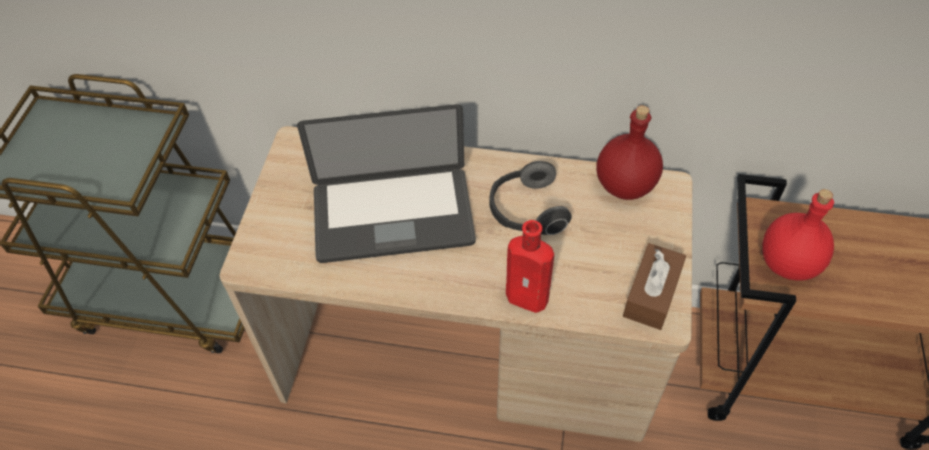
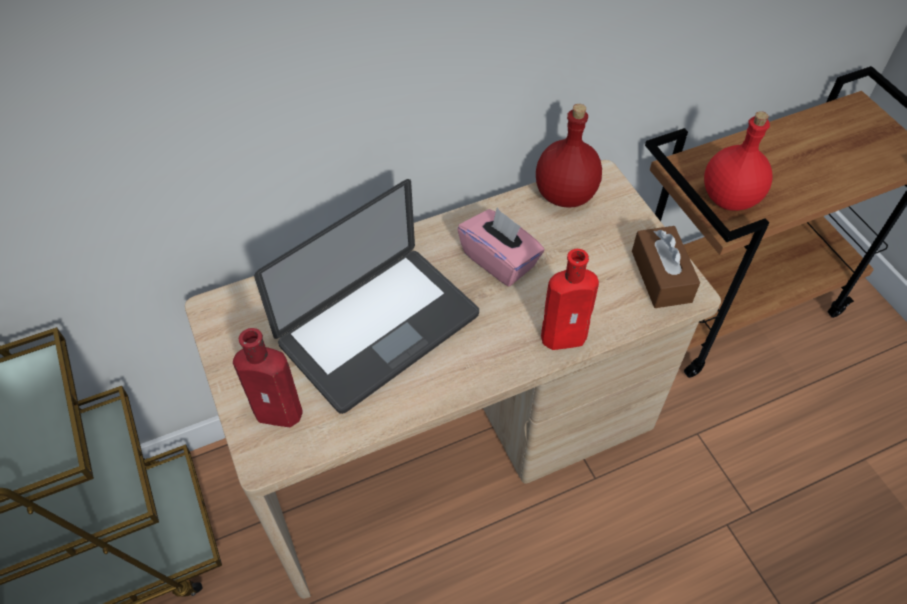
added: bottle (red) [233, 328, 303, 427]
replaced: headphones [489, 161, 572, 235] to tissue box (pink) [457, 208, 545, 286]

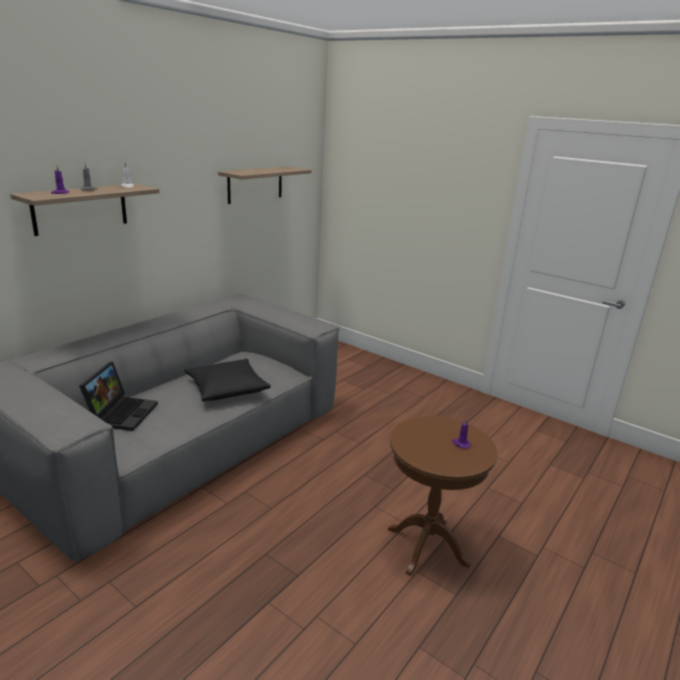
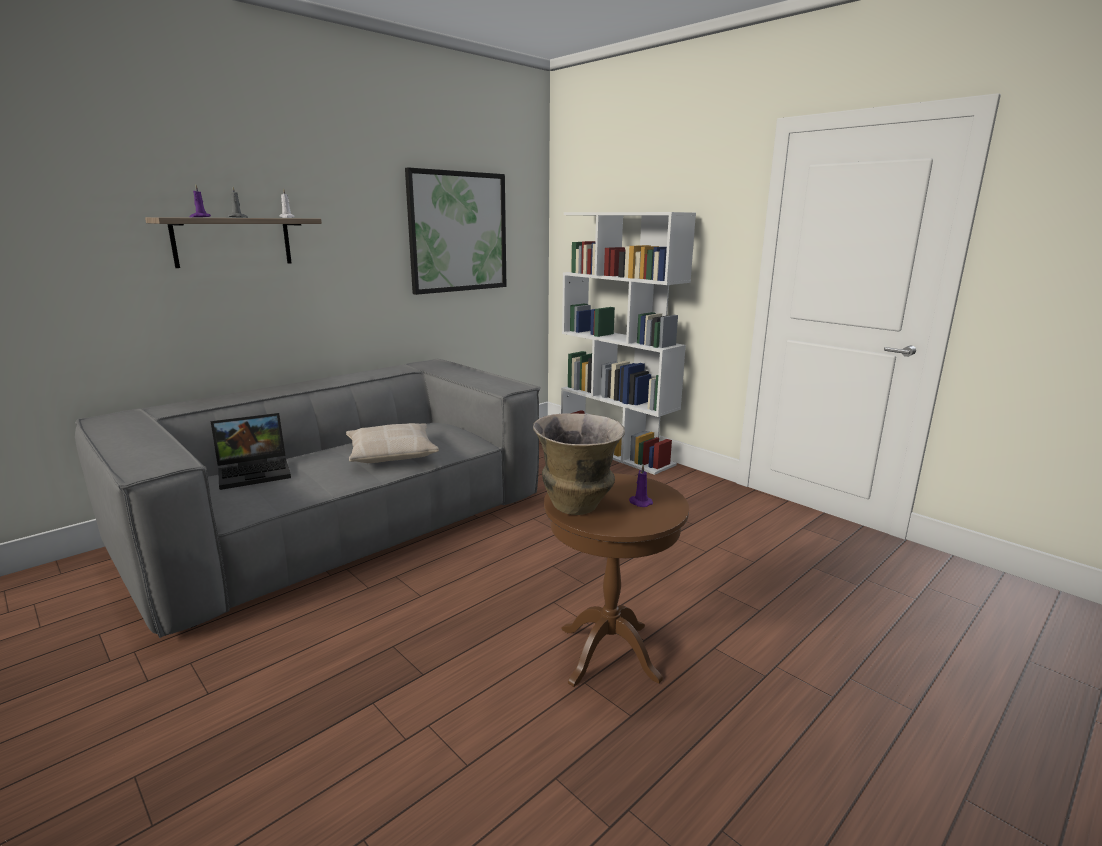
added: vase [533, 413, 625, 515]; bookcase (white) [561, 212, 696, 475]
replaced: shelf [218, 166, 311, 204] to picture [405, 167, 506, 295]
recoloured: pillow (black) [184, 359, 271, 401] to pillow (beige) [346, 423, 439, 463]
turned: laptop [79, 362, 158, 431] = [211, 413, 291, 490] 45 degrees clockwise

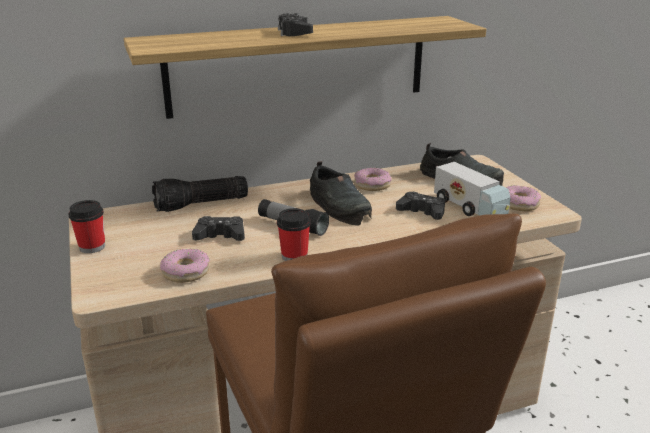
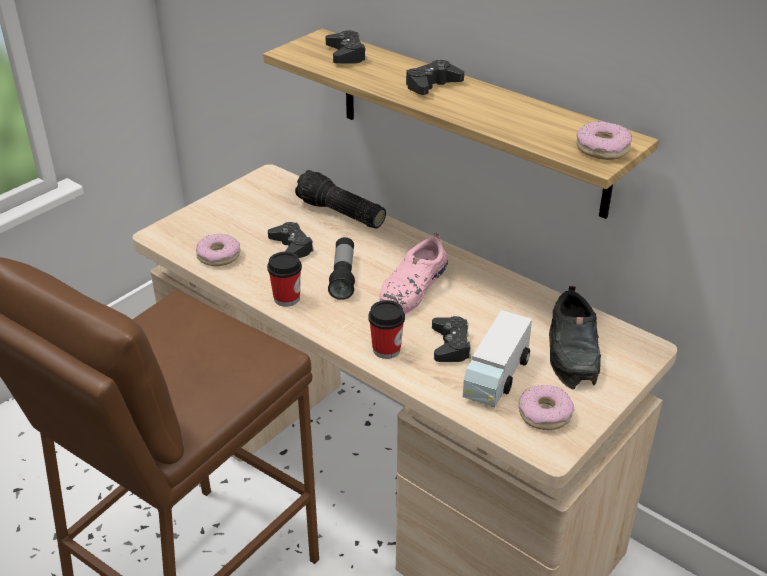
added: game controller (black) [325, 30, 367, 64]
moved: cup [69, 200, 105, 253] to [368, 300, 405, 359]; donut [354, 168, 392, 191] to [576, 121, 632, 160]
recoloured: shoe (black) [310, 161, 372, 226] to shoe (pink) [378, 233, 448, 316]

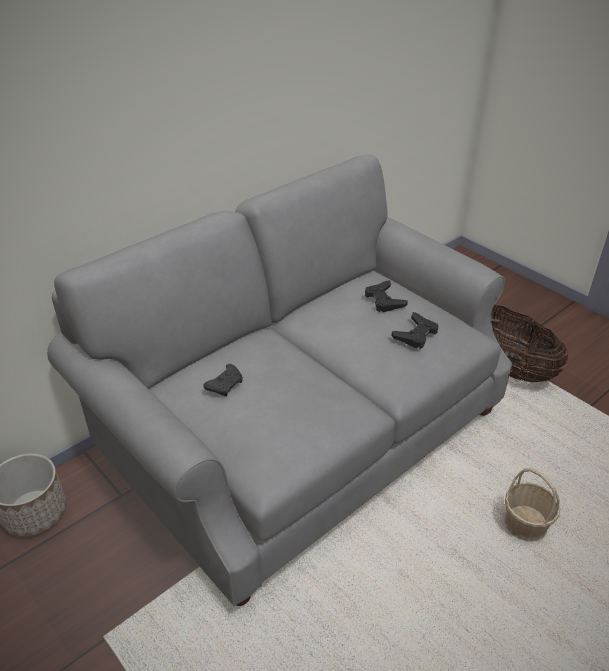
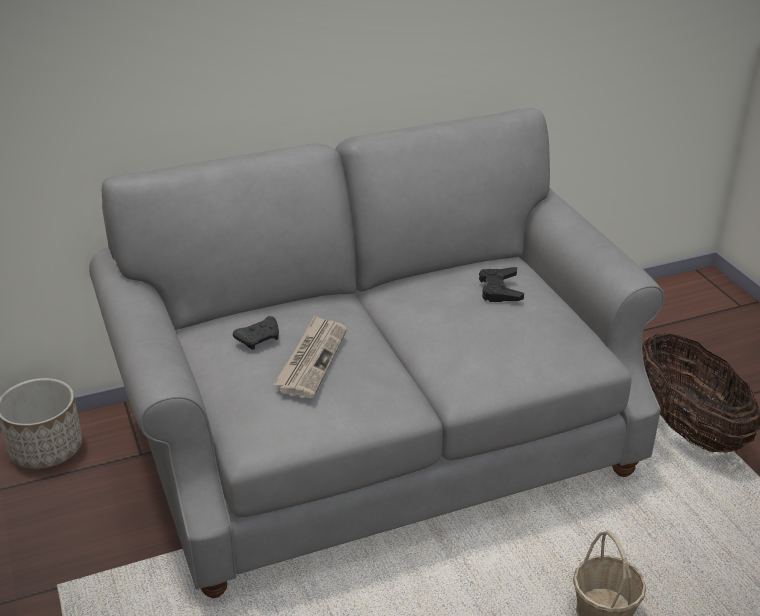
removed: game controller (black) [392, 312, 438, 348]
added: newspaper [274, 315, 347, 398]

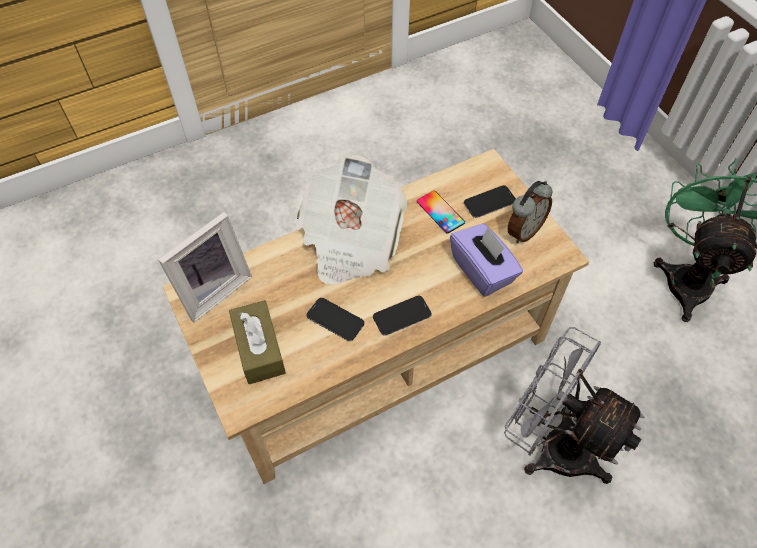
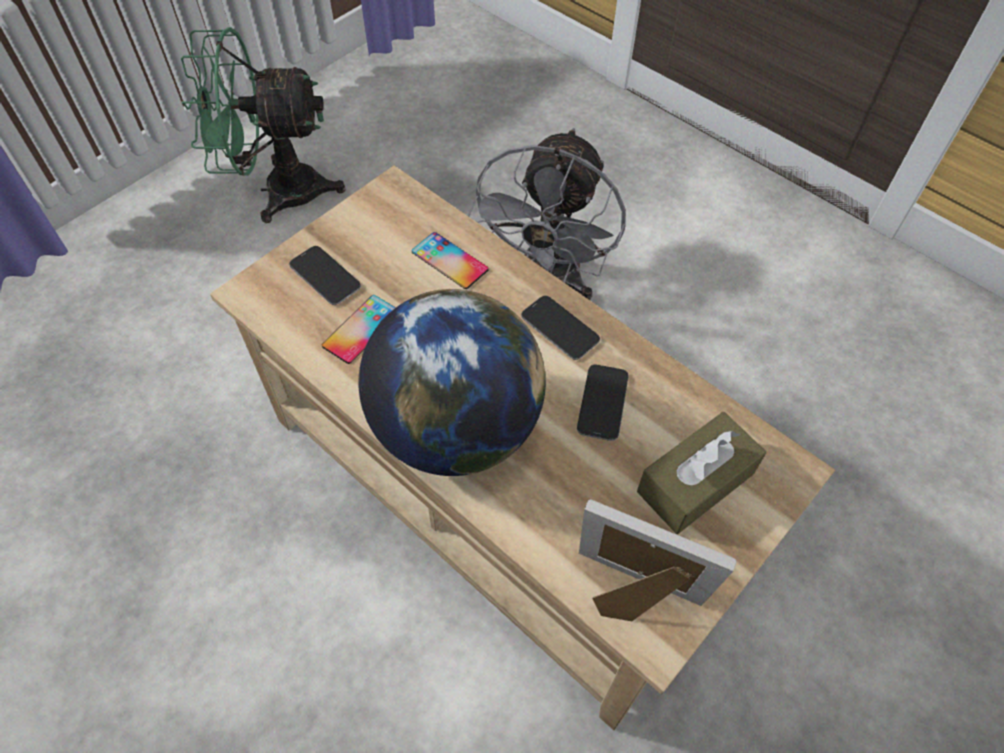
removed: alarm clock [508, 181, 553, 243]
replaced: newspaper [297, 155, 407, 285] to globe [359, 289, 546, 476]; tissue box (purple) [450, 224, 523, 296] to phone [412, 232, 489, 289]

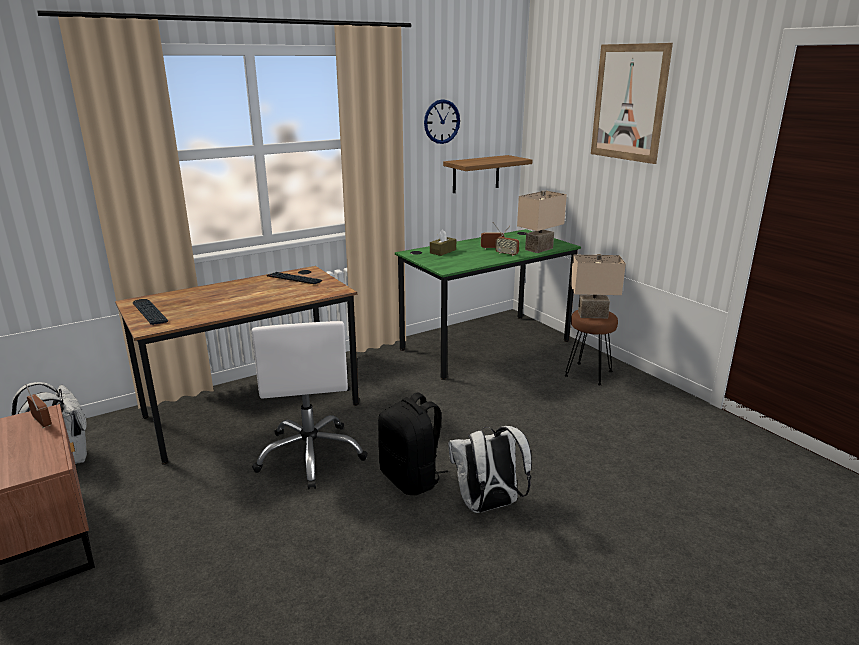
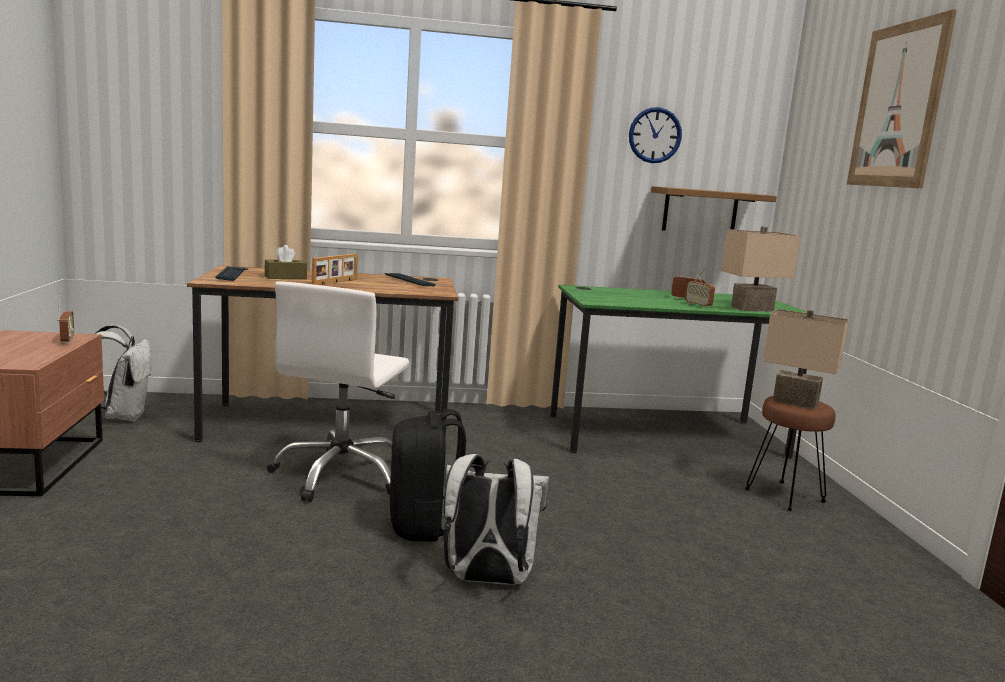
added: picture frame [312, 254, 358, 285]
moved: tissue box (brown) [430, 229, 456, 256] to [265, 245, 307, 279]

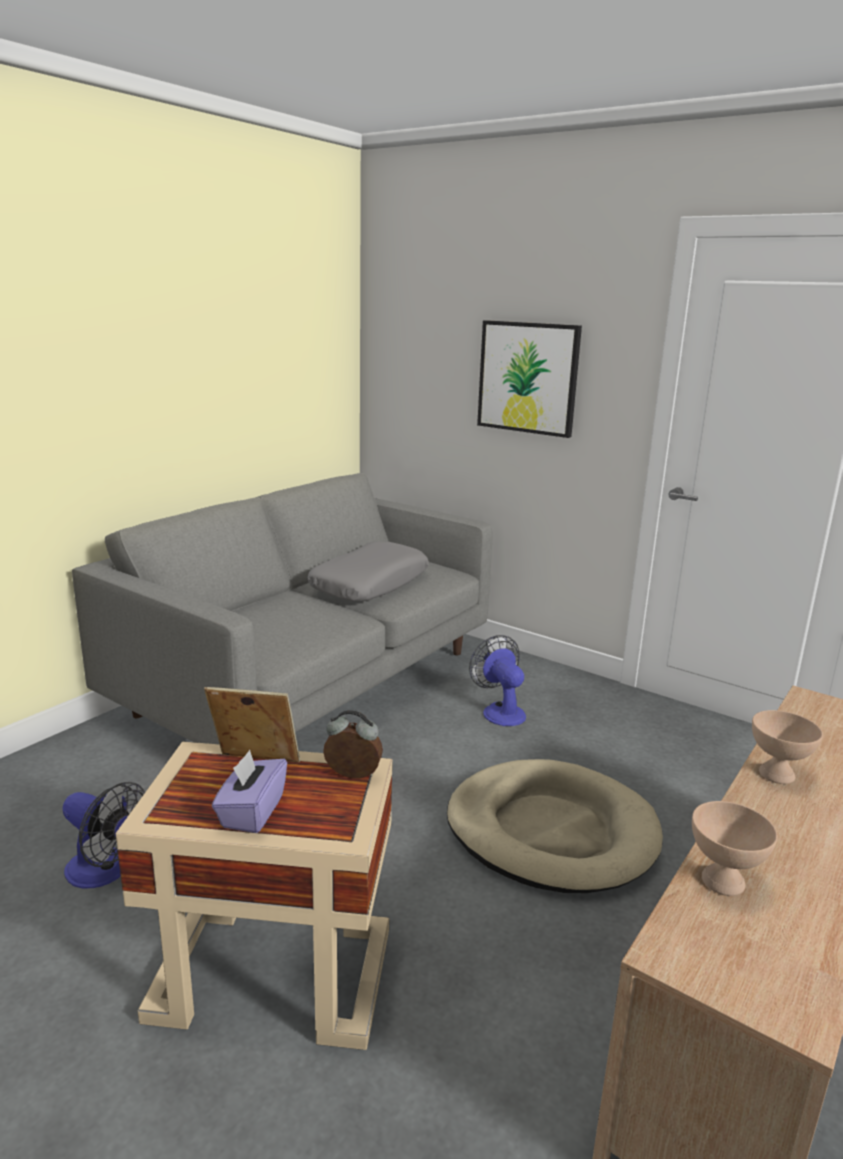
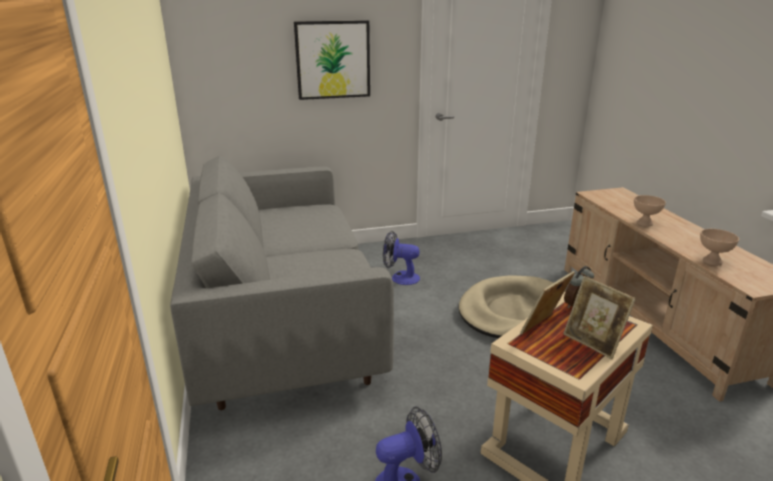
removed: pillow (grey) [308, 541, 429, 601]
replaced: tissue box (purple) [212, 750, 287, 833] to picture frame [563, 276, 636, 359]

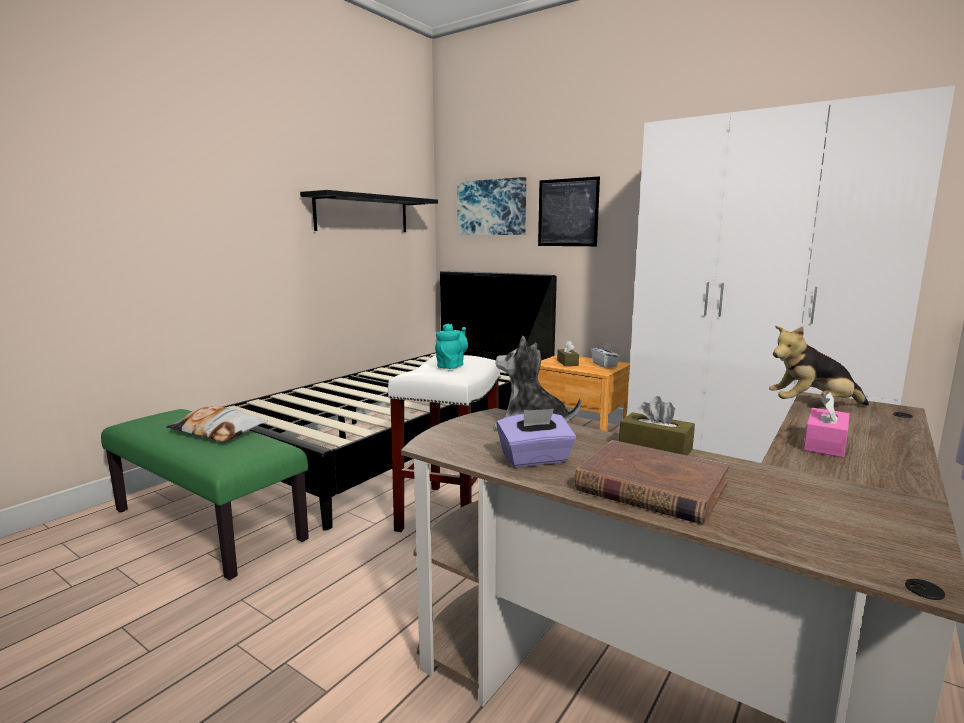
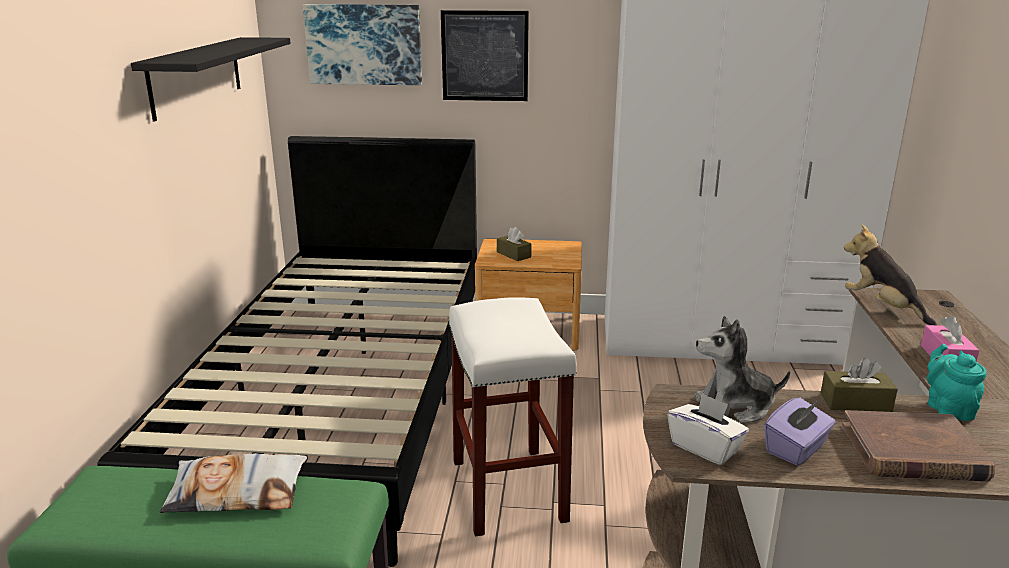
moved: teapot (turquoise) [435, 323, 468, 369] to [927, 344, 987, 421]; tissue box (white) [591, 342, 620, 368] to [668, 393, 749, 465]
turned: plush toy [769, 326, 869, 406] = [844, 225, 937, 325] 90 degrees clockwise

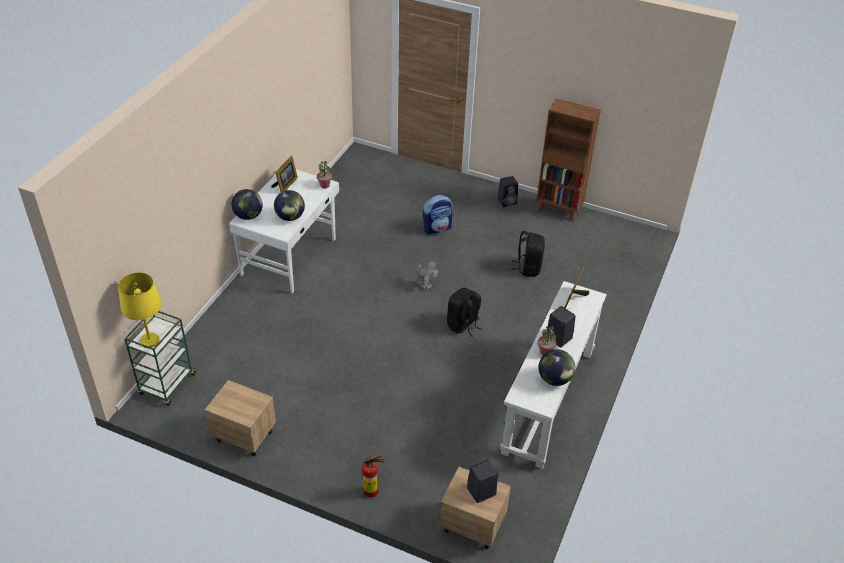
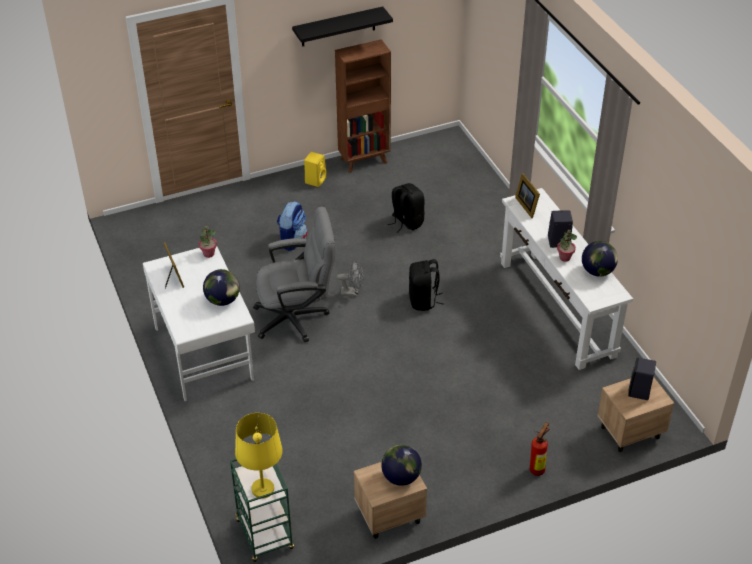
added: office chair (grey) [253, 207, 335, 342]; shelf (black) [292, 7, 393, 47]
moved: globe [231, 189, 263, 220] to [381, 445, 422, 486]
recoloured: speaker (black) [498, 176, 518, 207] to speaker (yellow) [304, 152, 326, 187]

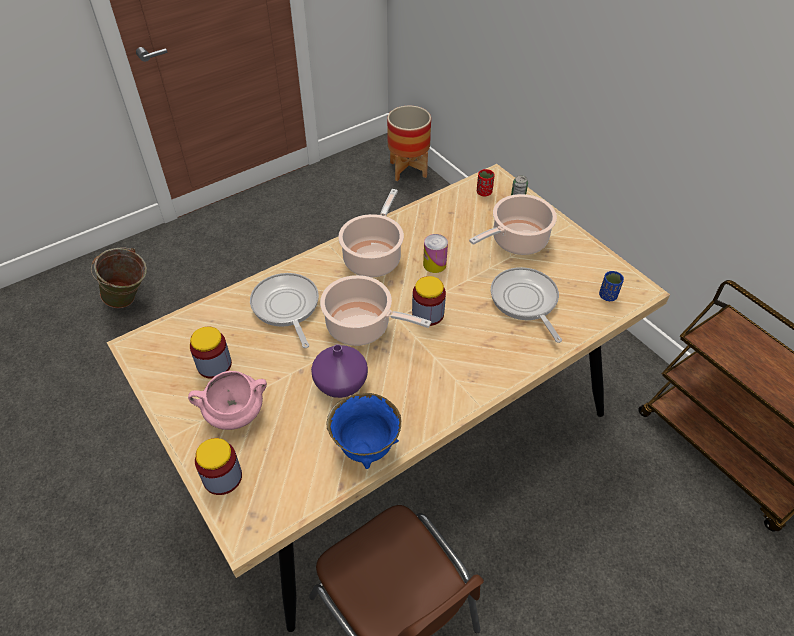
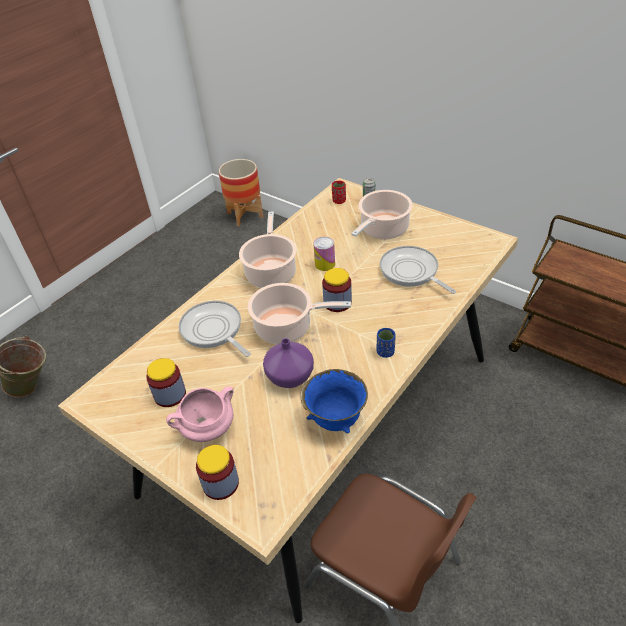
moved: cup (blue) [599, 271, 624, 301] to [377, 328, 396, 358]

